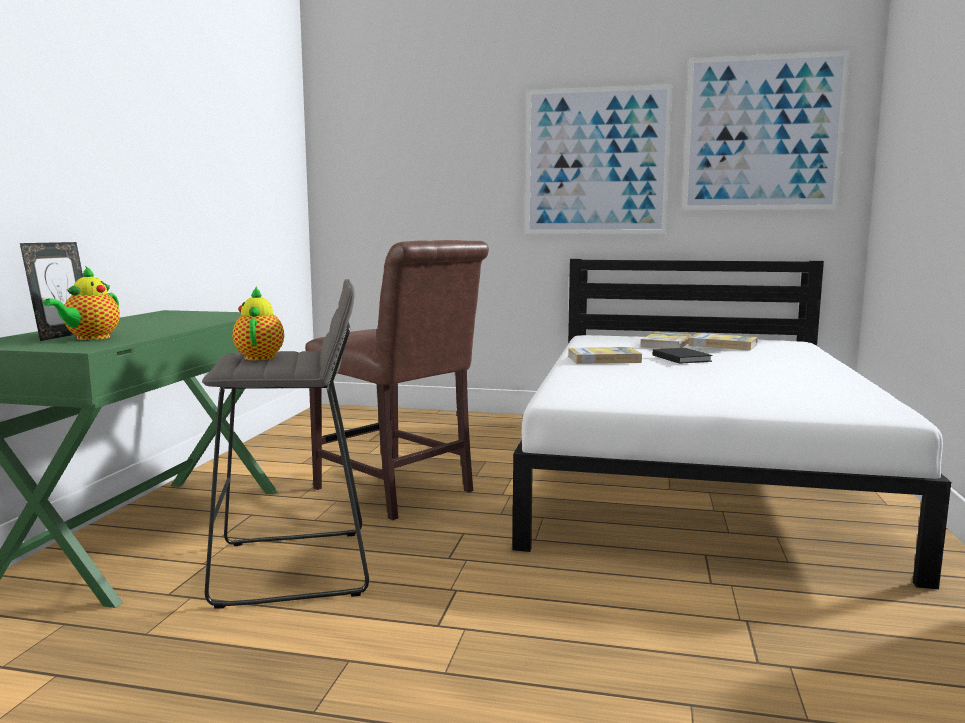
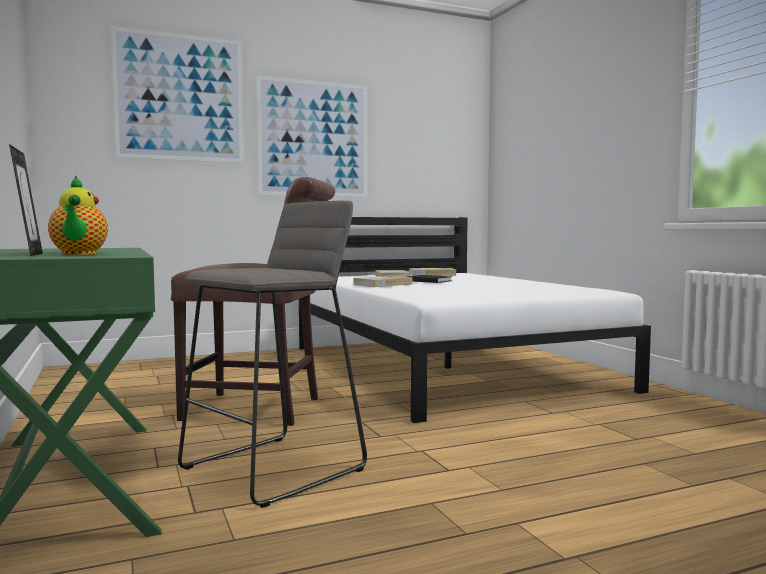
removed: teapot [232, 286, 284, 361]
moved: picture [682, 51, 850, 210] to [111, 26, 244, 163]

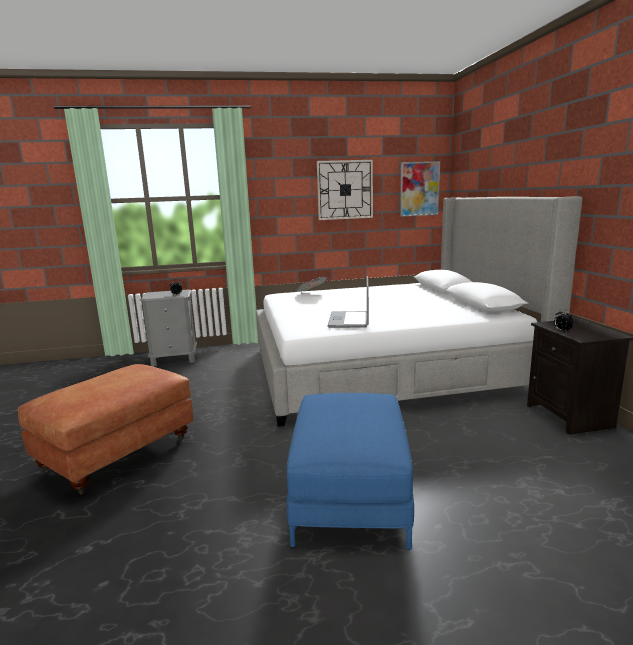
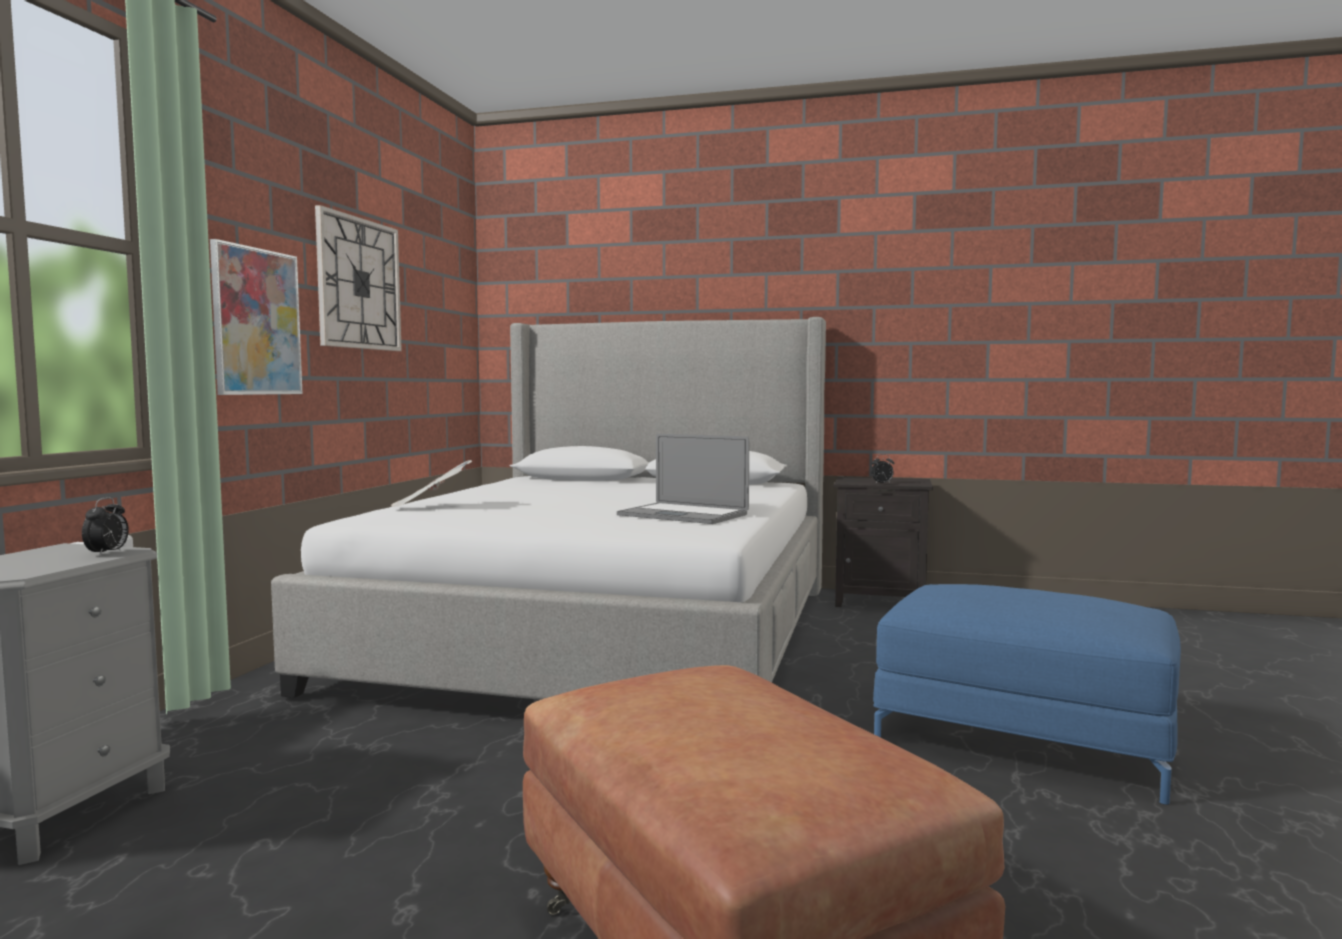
moved: picture [400, 161, 440, 217] to [210, 239, 303, 395]

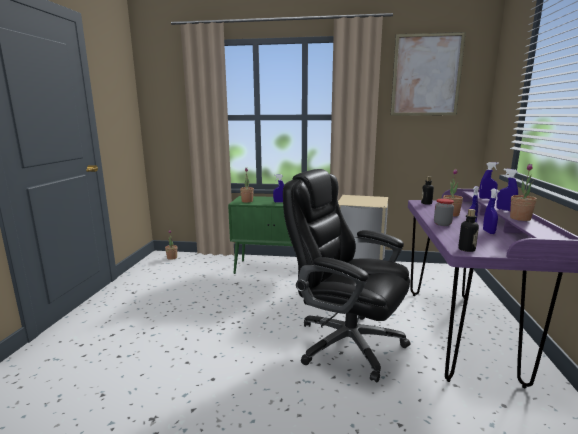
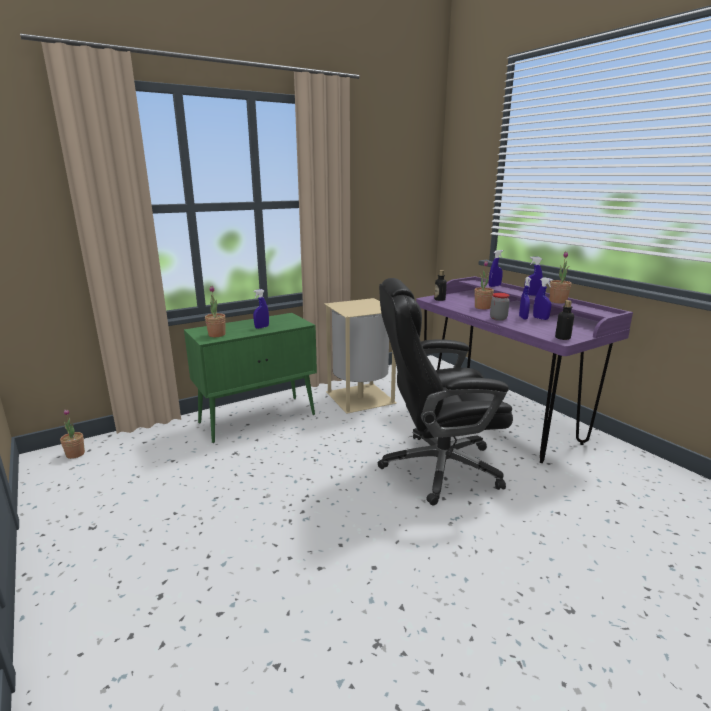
removed: picture [390, 32, 466, 116]

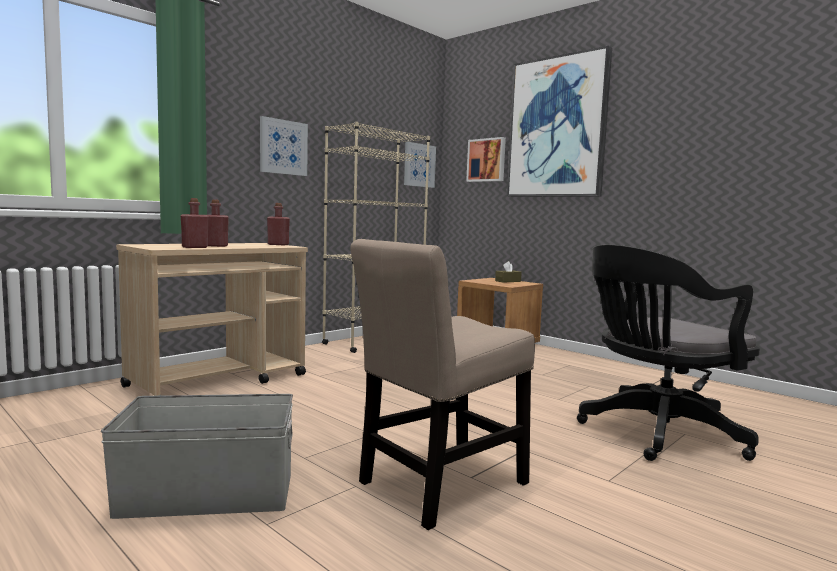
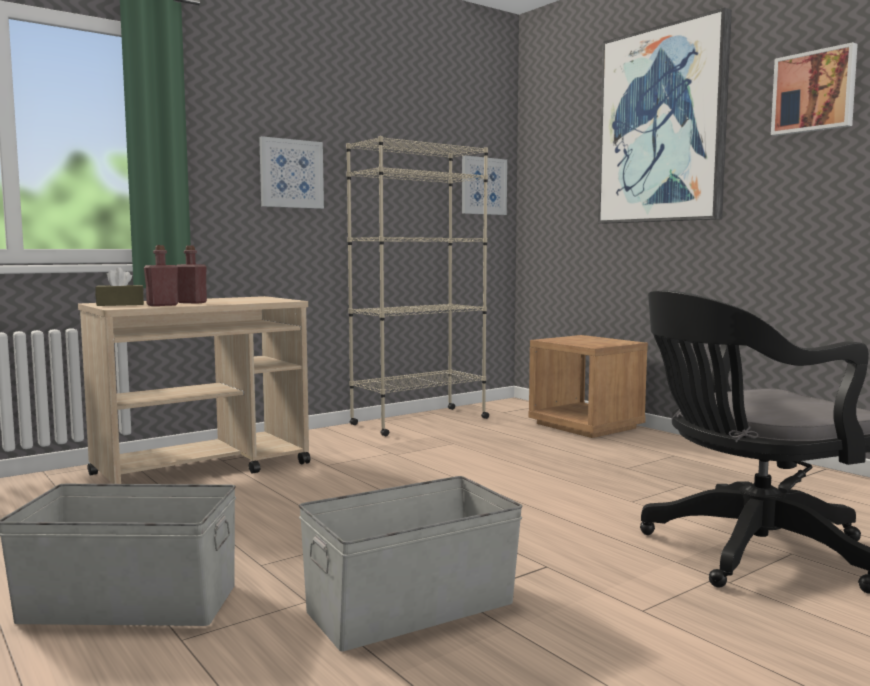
removed: bottle (red) [267, 203, 290, 245]
moved: picture [466, 137, 506, 182] to [771, 42, 858, 136]; tissue box (brown) [495, 261, 522, 283] to [95, 267, 144, 306]
replaced: chair (beige) [351, 239, 535, 530] to storage box (grey) [299, 476, 523, 651]

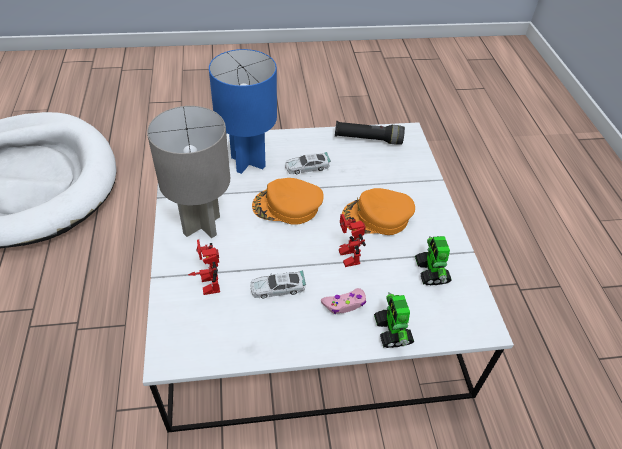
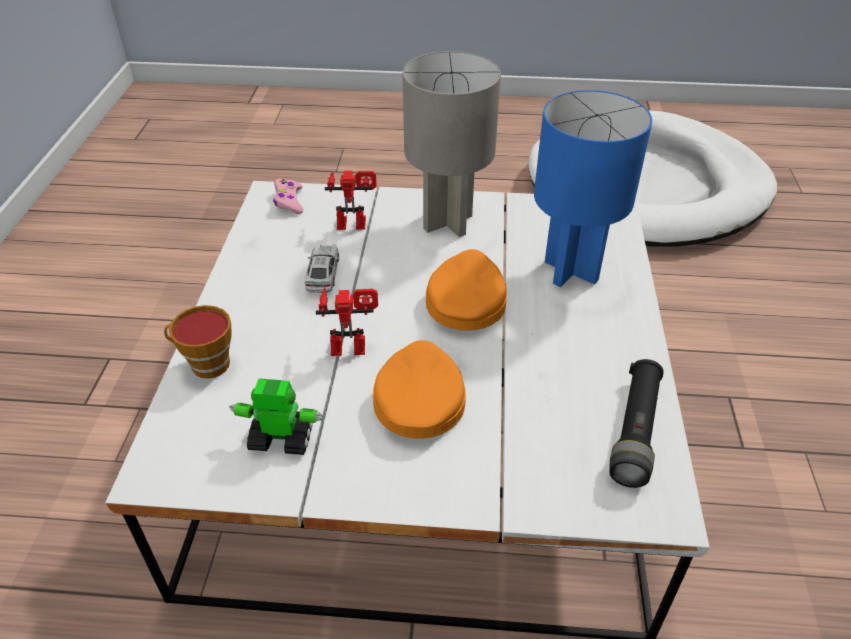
removed: toy car [285, 152, 331, 175]
moved: game controller (pink) [321, 288, 366, 314] to [273, 179, 303, 214]
replaced: toy robot [374, 292, 414, 348] to cup [164, 305, 231, 379]

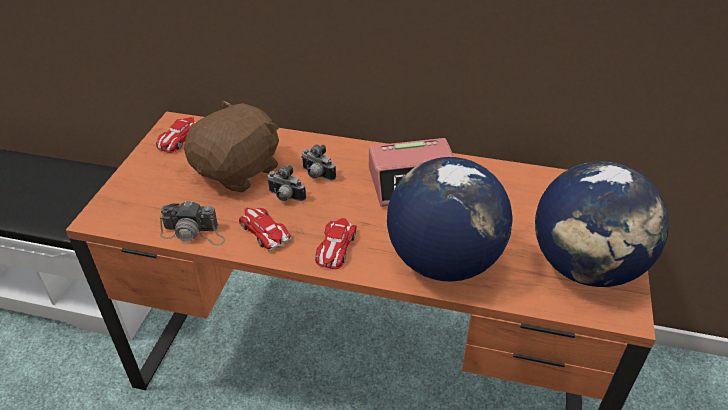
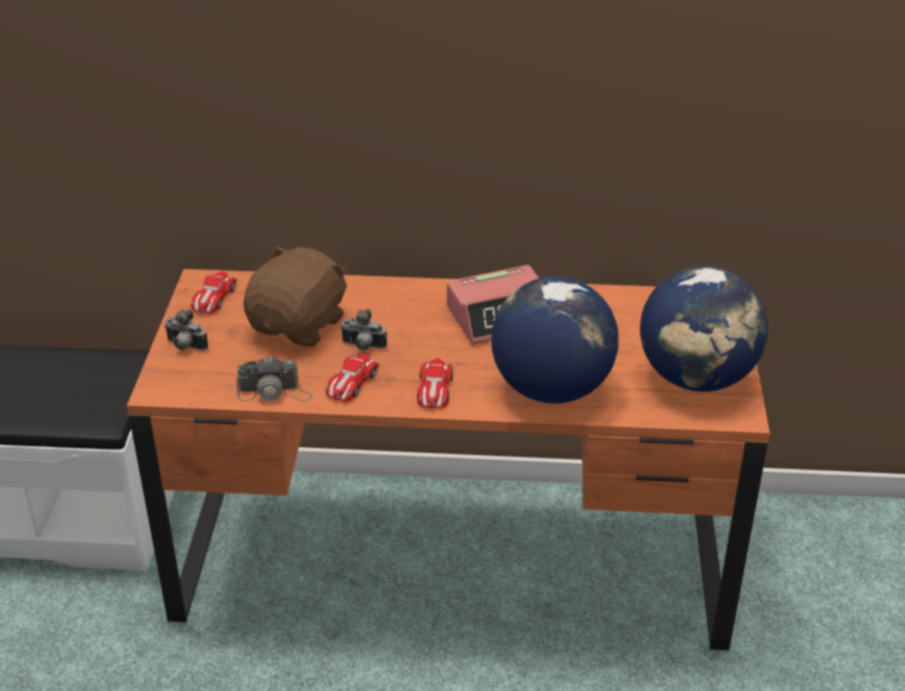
moved: photo camera [301, 144, 336, 181] to [164, 309, 208, 350]
turned: toy car [239, 207, 292, 251] = [326, 354, 380, 402] 105 degrees counterclockwise

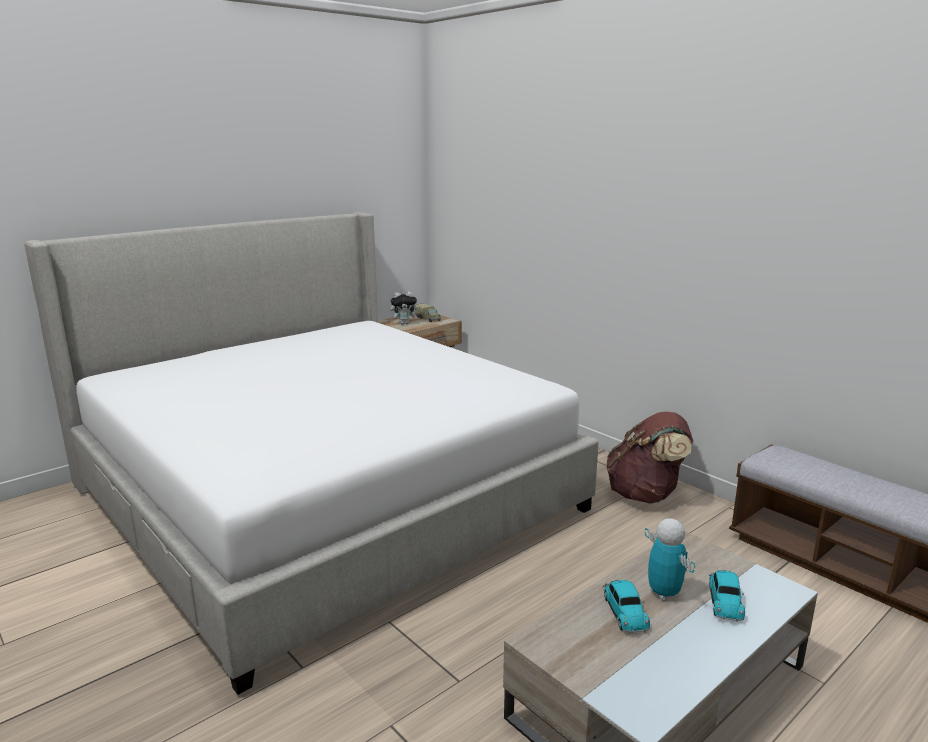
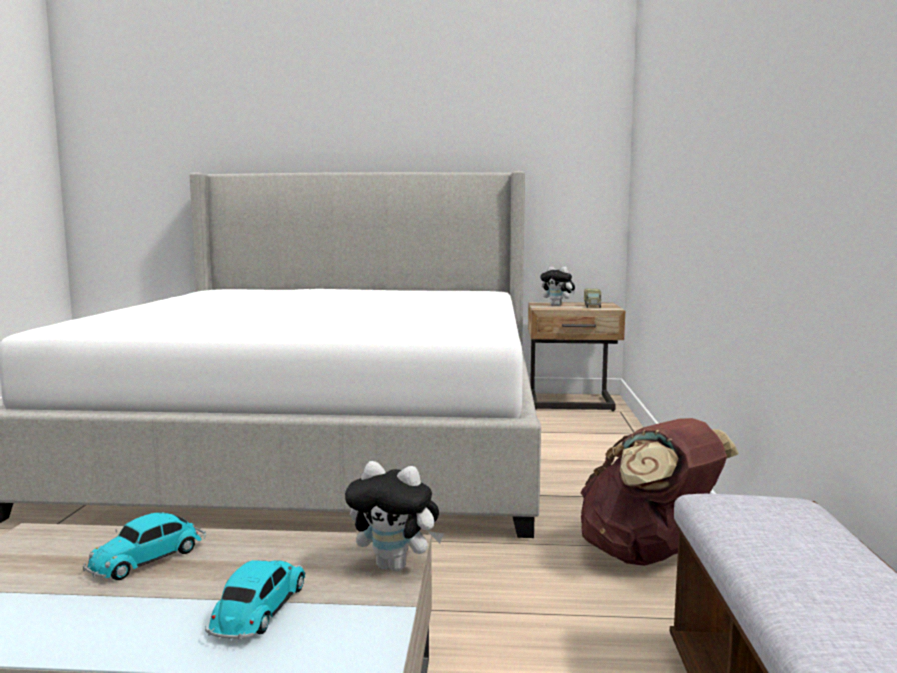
removed: toy robot [644, 519, 695, 601]
added: plush toy [345, 461, 444, 572]
turned: toy car [709, 570, 745, 622] = [205, 560, 306, 641] 135 degrees clockwise

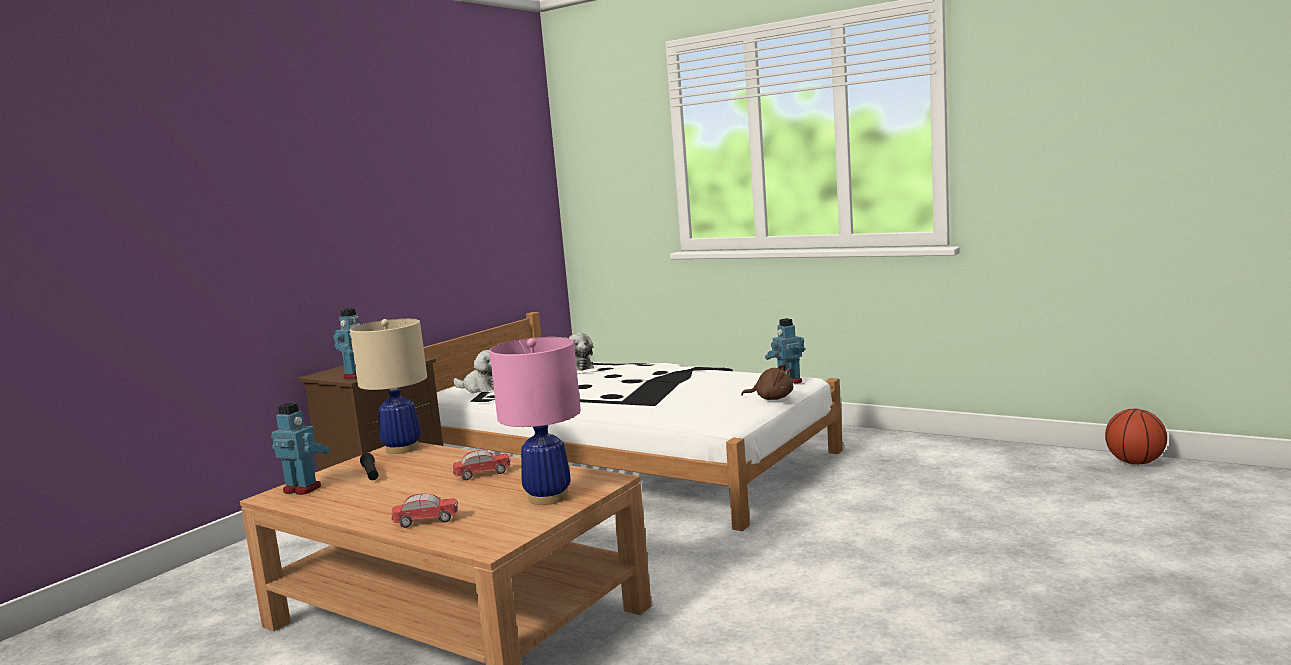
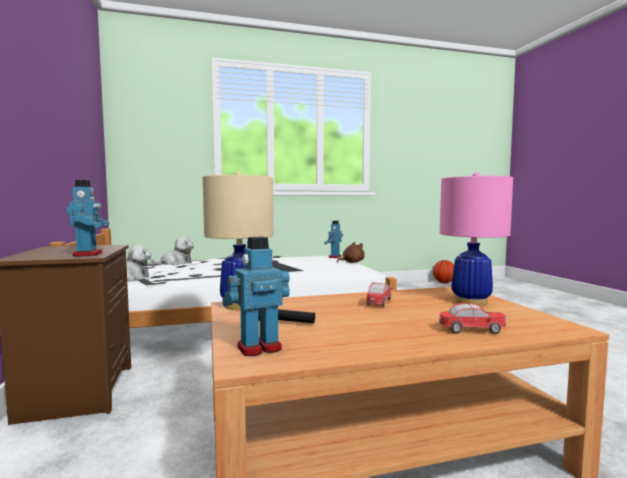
turned: toy car [391, 493, 458, 528] = [439, 303, 507, 334] 60 degrees clockwise

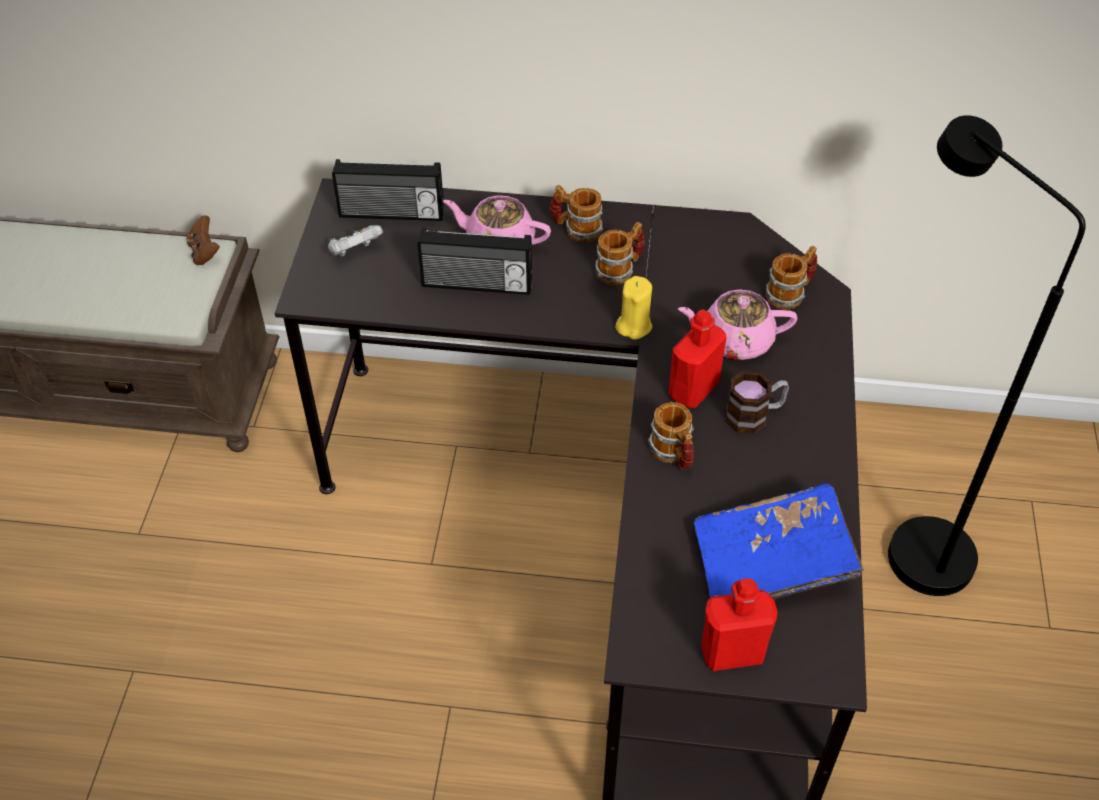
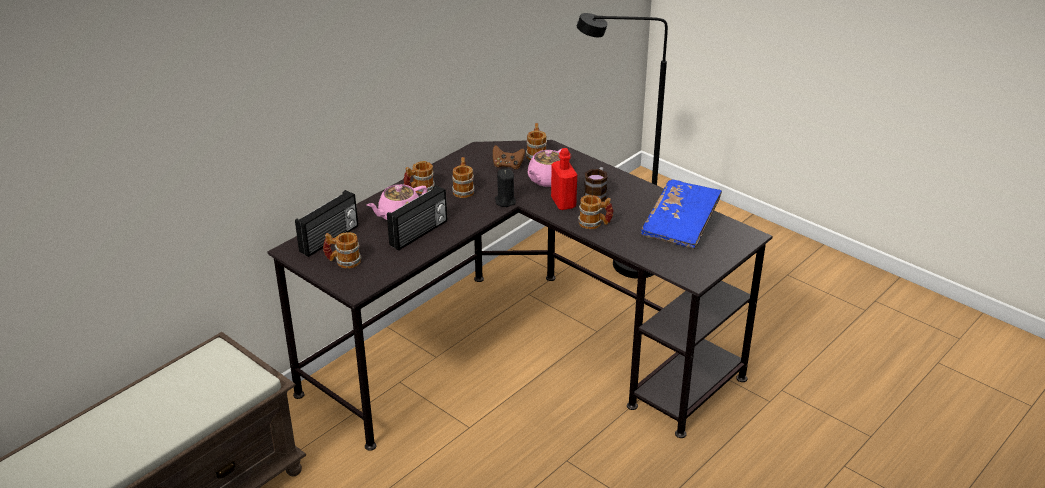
removed: bottle (red) [701, 578, 778, 671]
moved: game controller (brown) [187, 215, 220, 265] to [493, 145, 525, 169]
replaced: game controller (white) [328, 225, 383, 257] to mug [323, 232, 361, 269]
recoloured: candle (yellow) [615, 276, 653, 340] to candle (black) [495, 168, 516, 207]

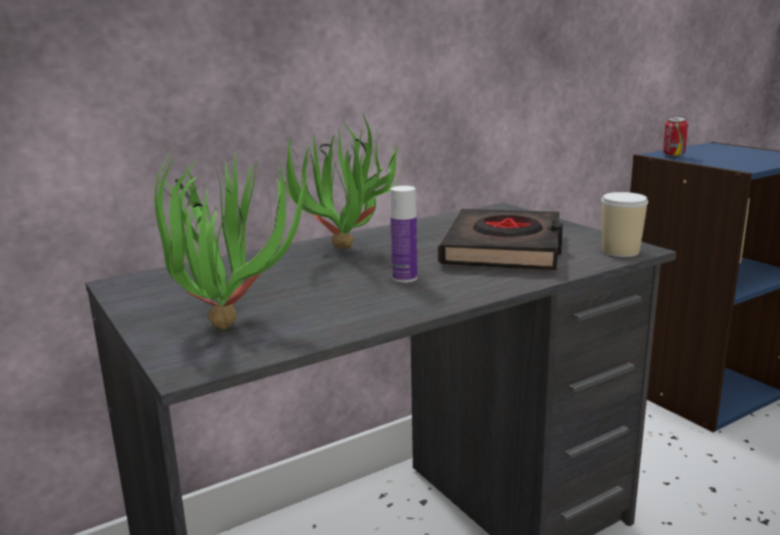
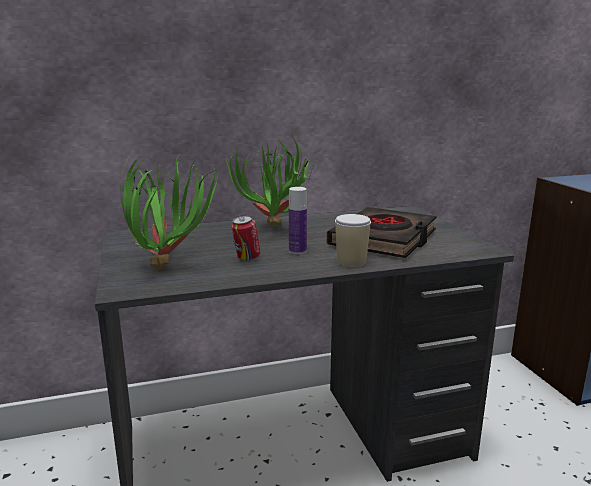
moved: cup [601, 192, 648, 257] to [335, 214, 371, 267]; can [663, 116, 688, 157] to [231, 215, 261, 261]

